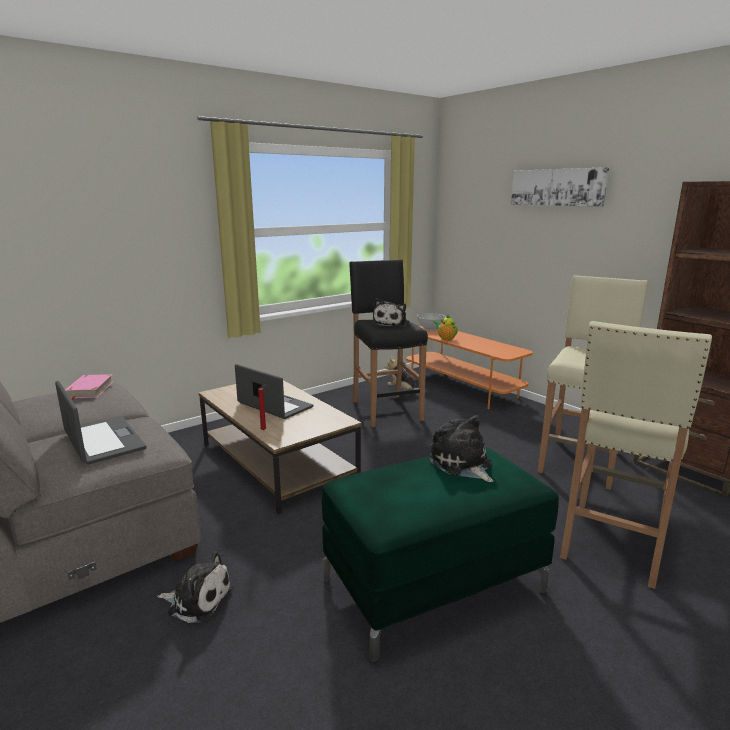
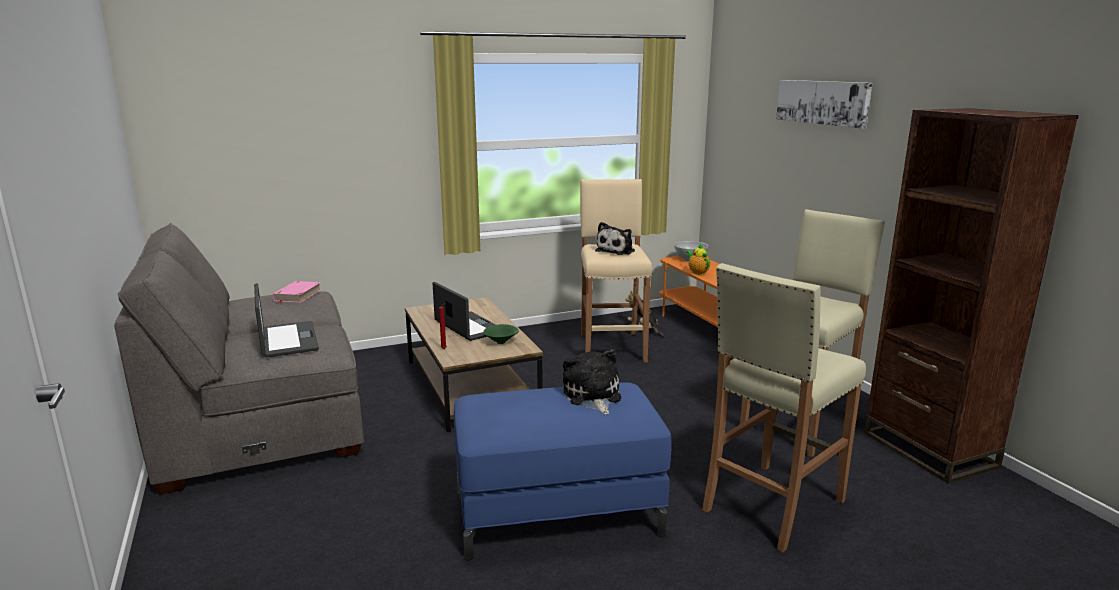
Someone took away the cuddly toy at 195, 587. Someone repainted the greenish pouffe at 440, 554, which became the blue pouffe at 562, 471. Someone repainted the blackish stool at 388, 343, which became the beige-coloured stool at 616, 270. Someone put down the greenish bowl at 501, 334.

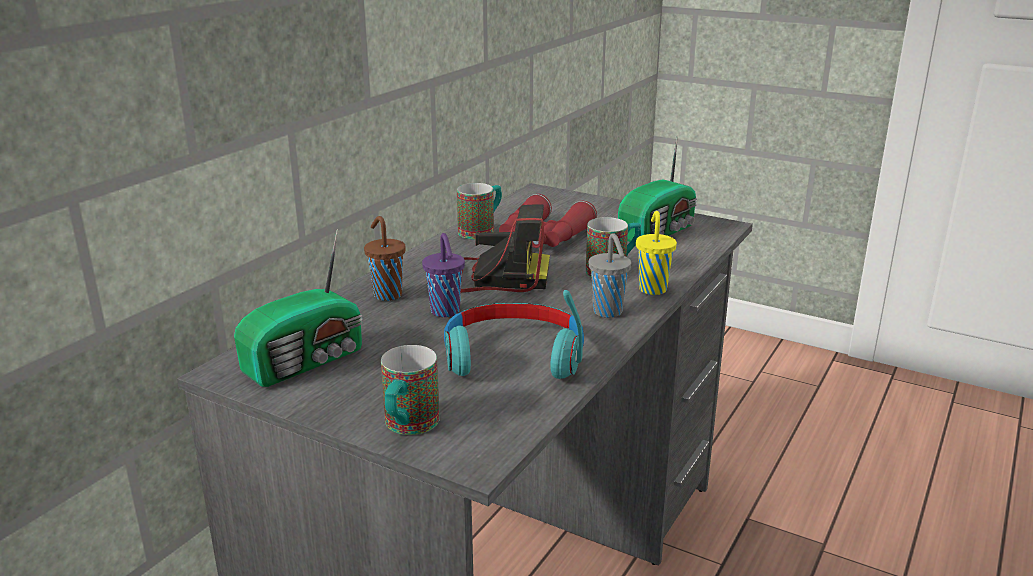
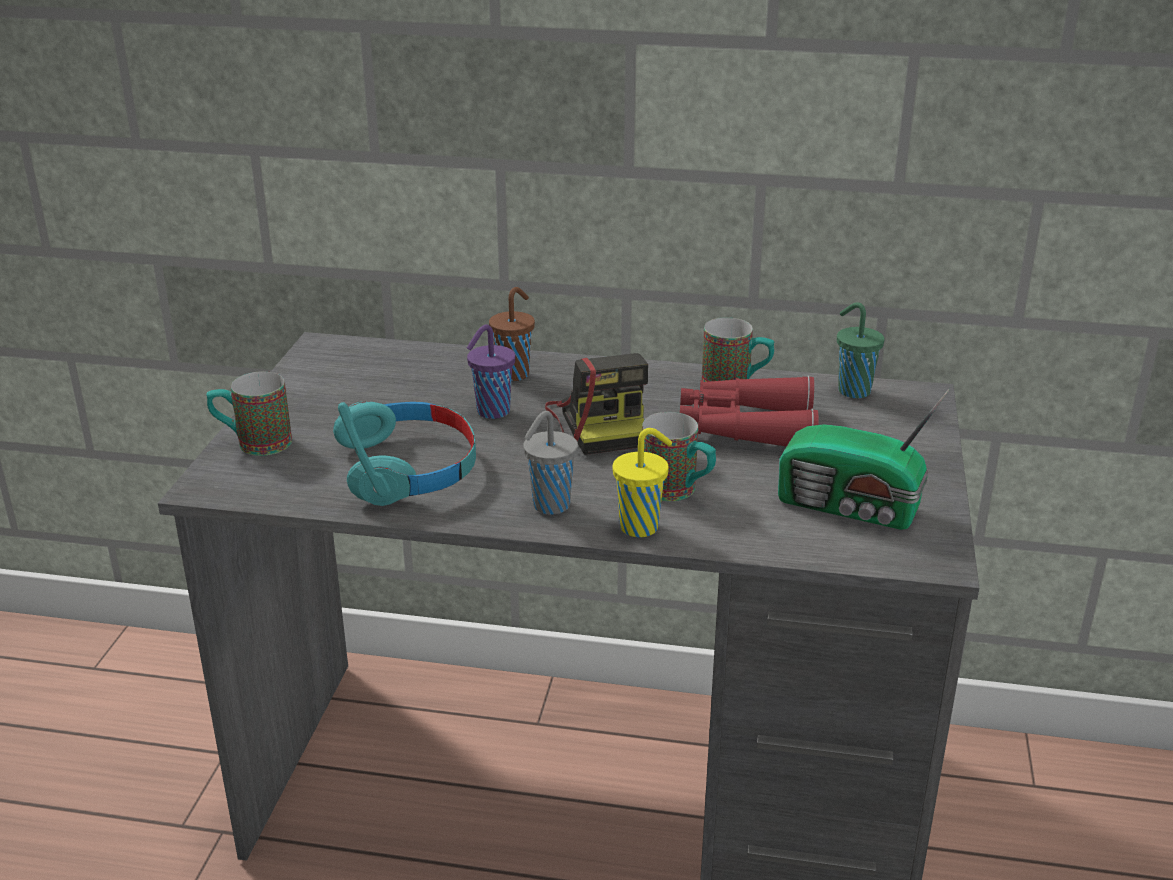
Someone took away the radio at 298, 308. Someone put down the greenish cup at 861, 350.

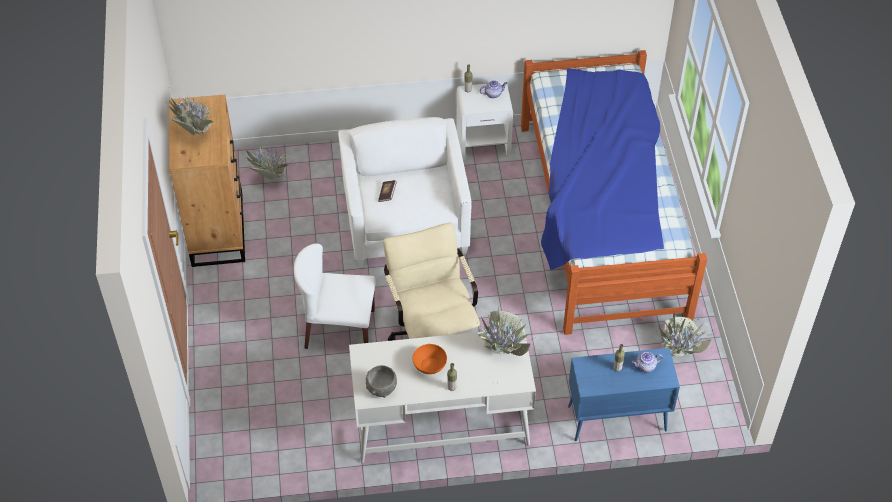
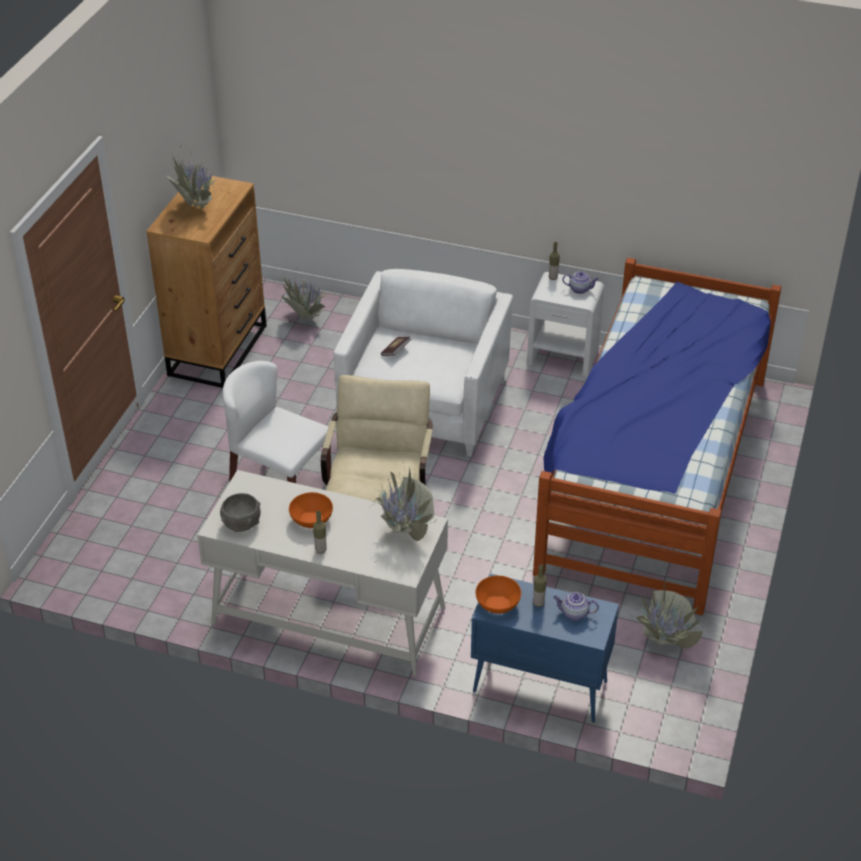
Someone put down the orangey bowl at 498, 594.

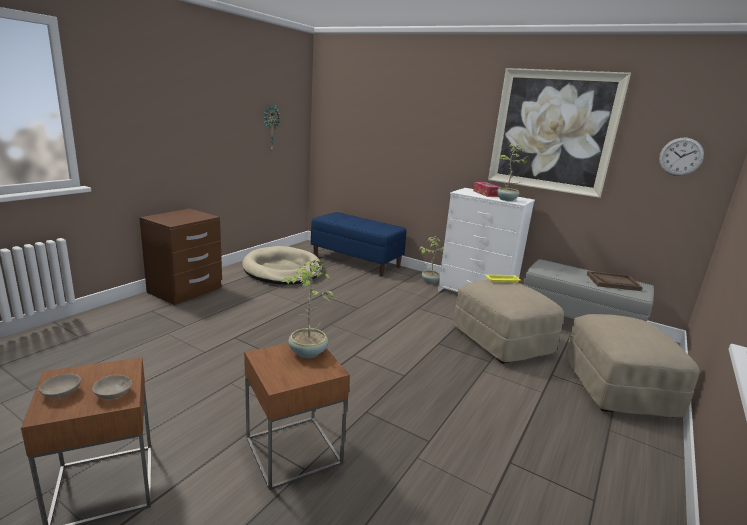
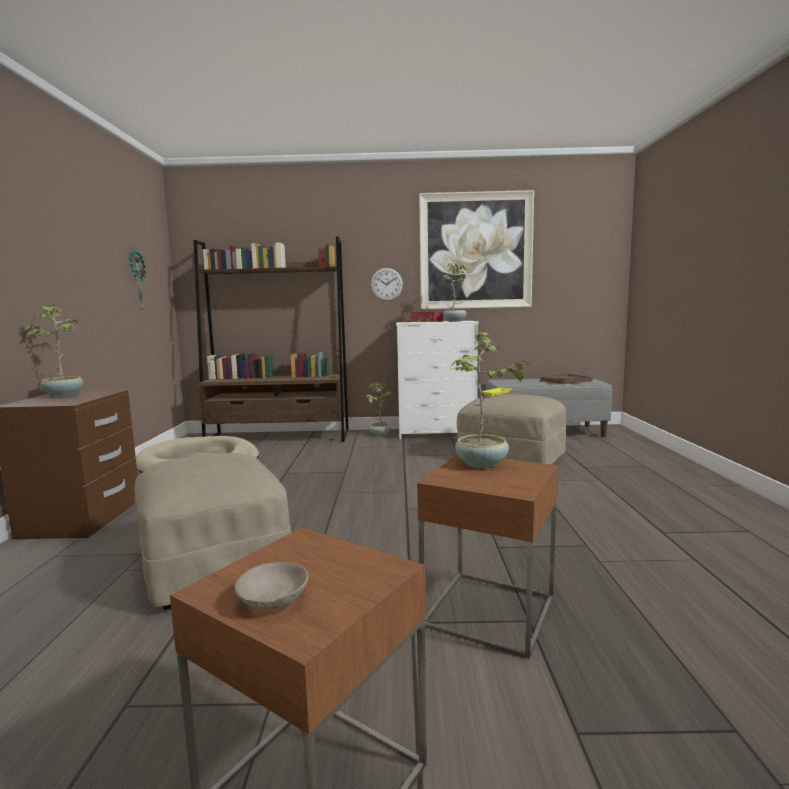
Someone took away the beige-coloured bowl at 112, 387. Someone swapped the blue long seat at 358, 244 for the brown-coloured bookcase at 271, 339. Someone carried the beige-coloured pouffe from 632, 366 to 212, 531. Someone carried the wall clock from 681, 157 to 386, 284. Someone put down the houseplant at 52, 351.

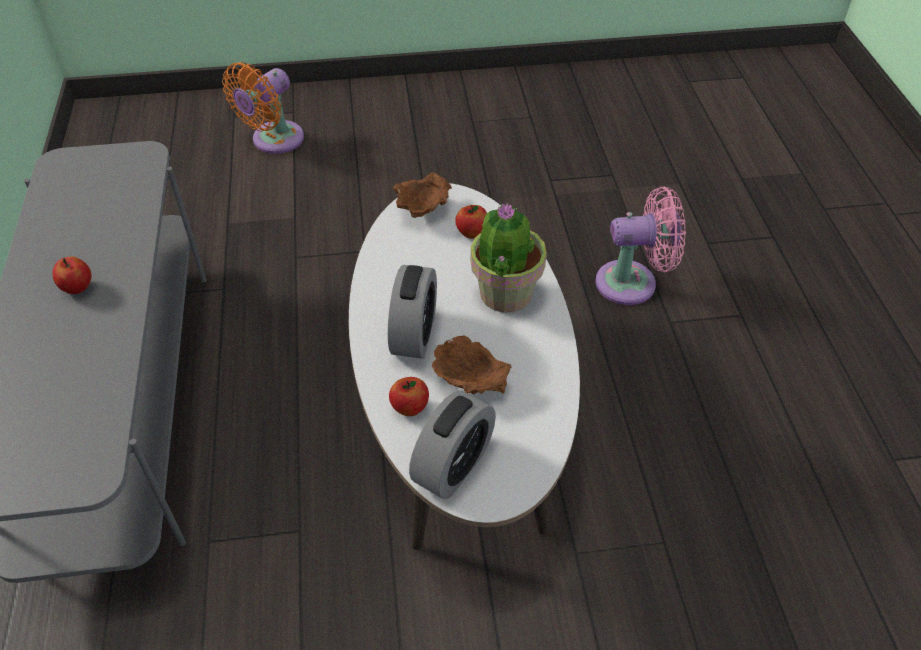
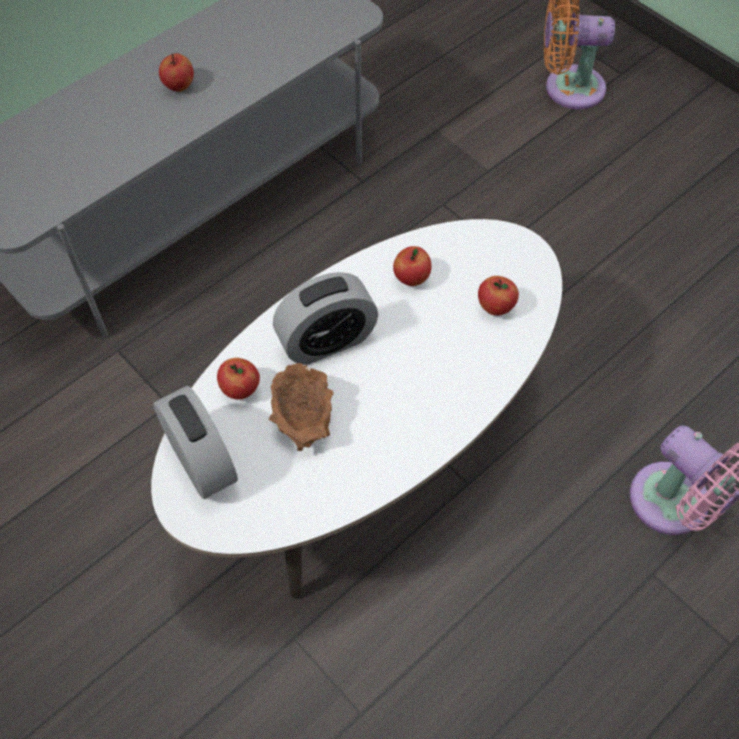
Someone took away the brown-coloured bowl at 422, 195. Someone rotated the bedside clock at 452, 444 by 120 degrees counterclockwise. Someone took away the houseplant at 509, 258. Someone put down the apple fruit at 412, 266.

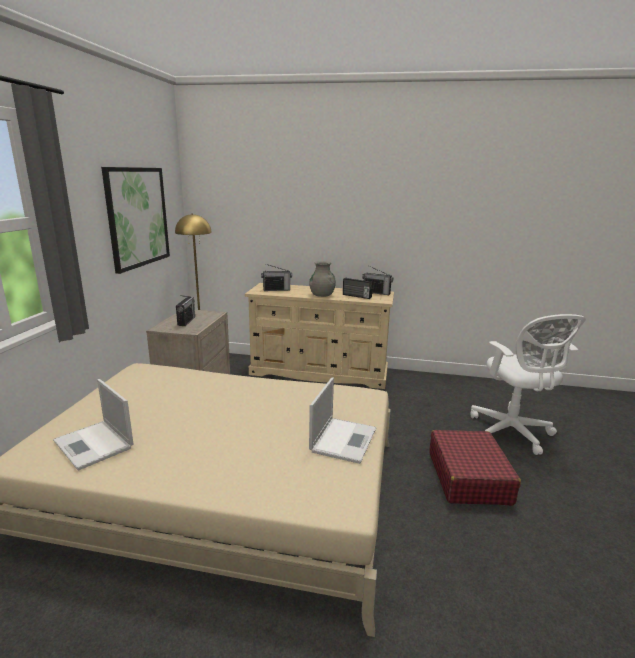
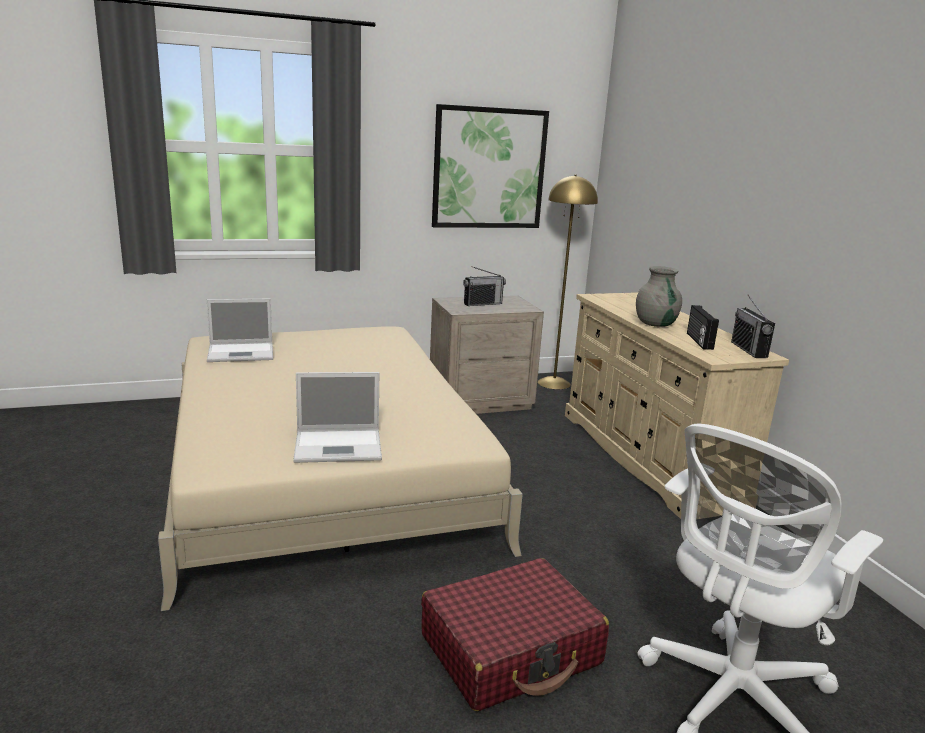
Someone rotated the portable computer at 93, 424 by 120 degrees counterclockwise. Someone took away the radio at 276, 277.

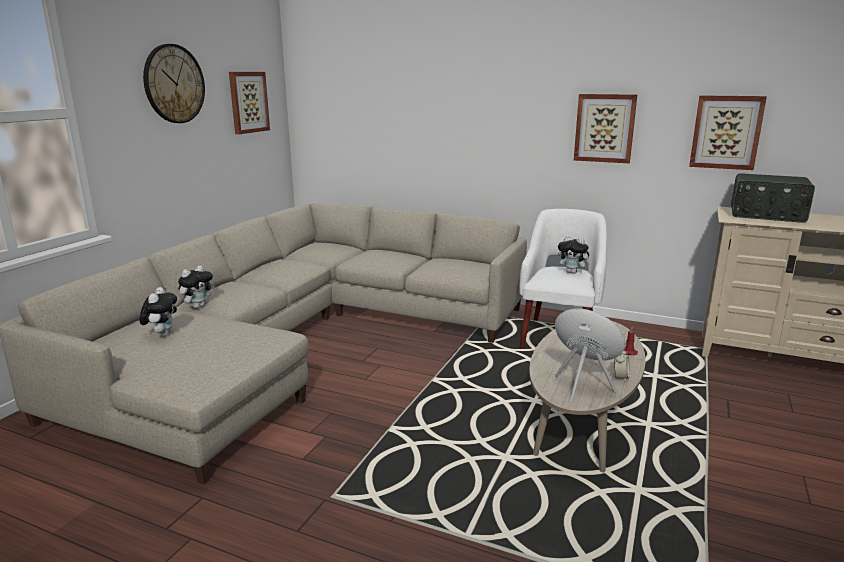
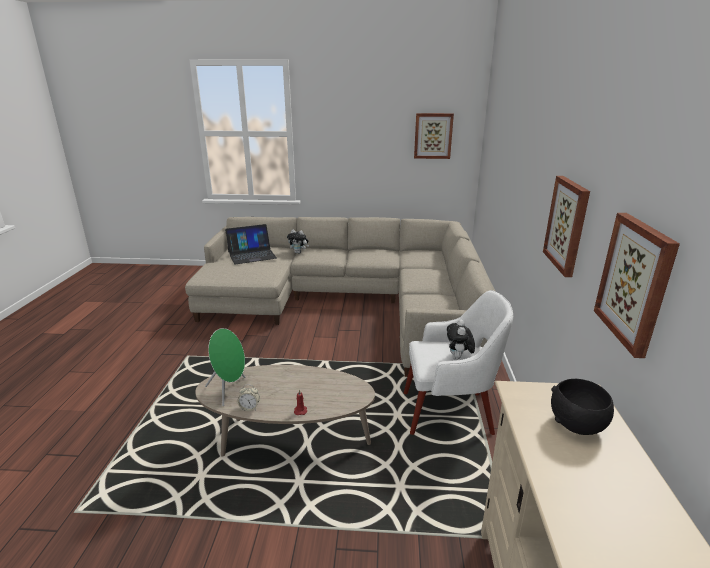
Someone swapped the cuddly toy at 158, 312 for the portable computer at 251, 244. Someone took away the wall clock at 174, 83. Someone swapped the radio at 773, 198 for the blackish bowl at 582, 407.

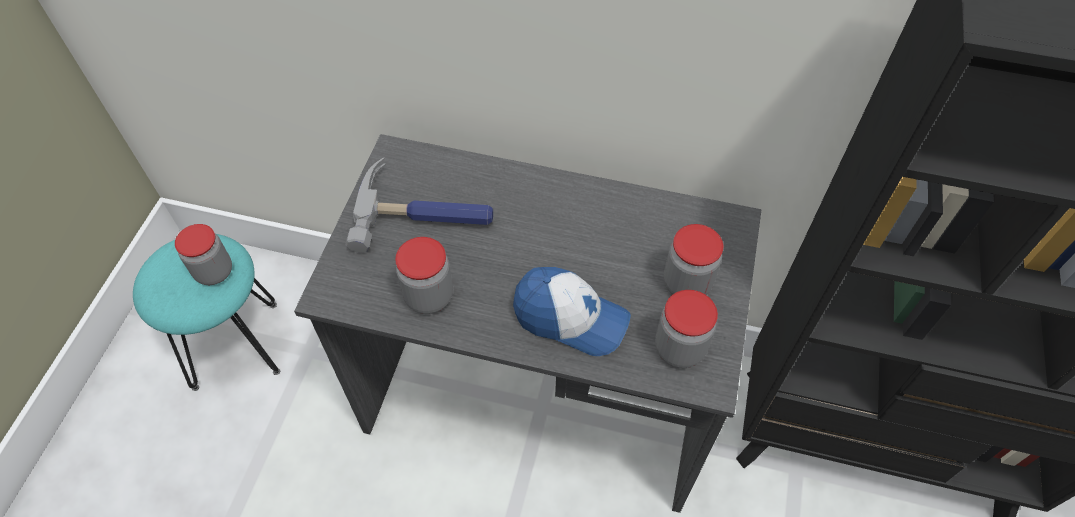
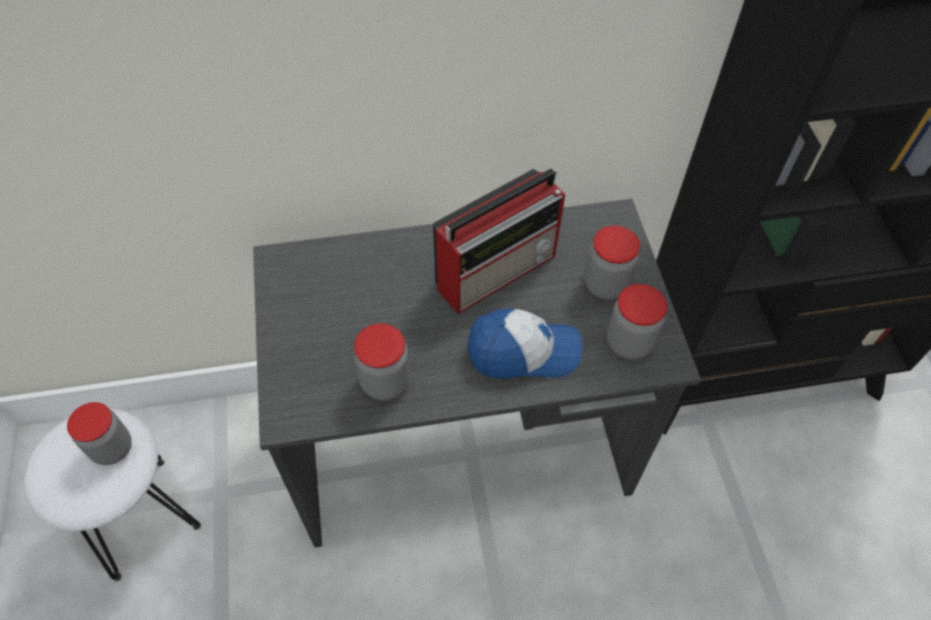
Someone repainted the blue-green stool at 206, 312, which became the white-coloured stool at 112, 495. Someone took away the hammer at 419, 205. Someone put down the radio at 499, 241.

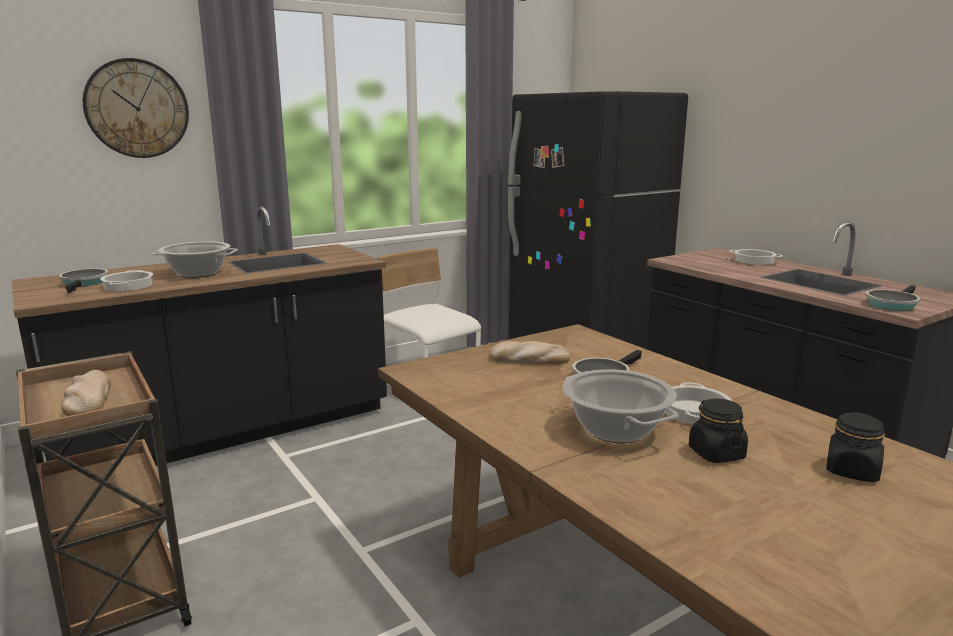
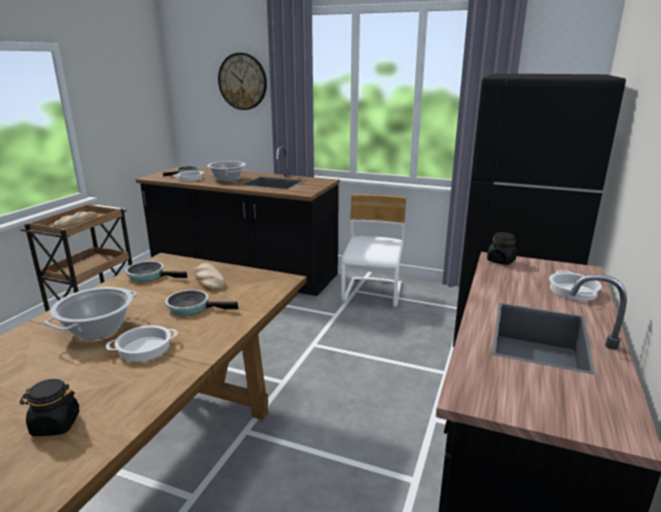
Someone carried the blackish jar from 718, 430 to 502, 248. Someone carried the skillet from 892, 298 to 156, 271.

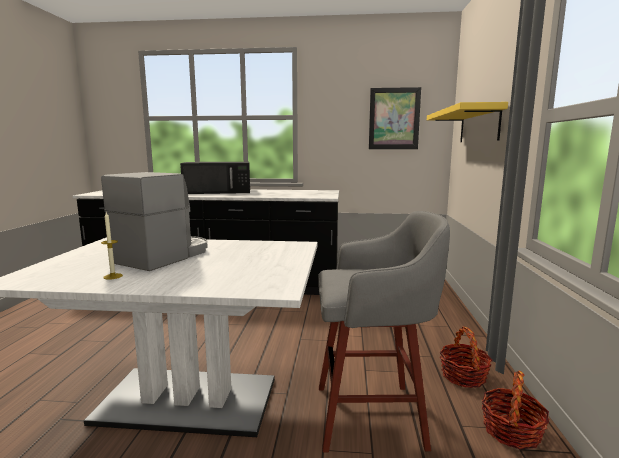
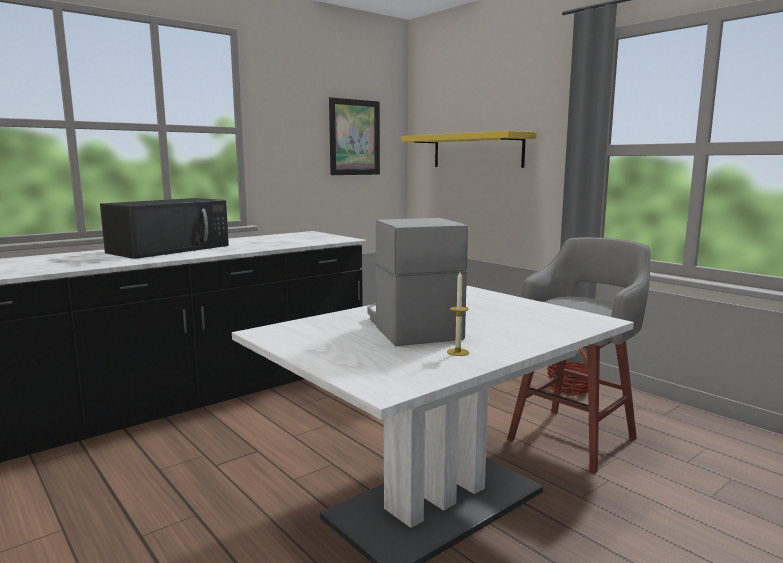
Someone took away the household basket at 515, 410.

